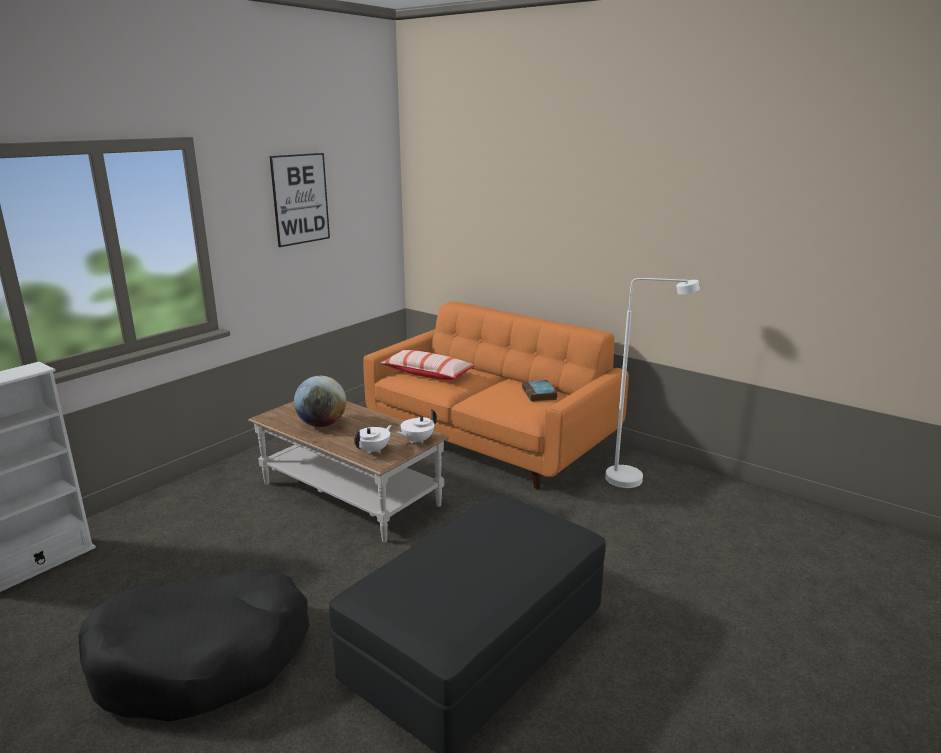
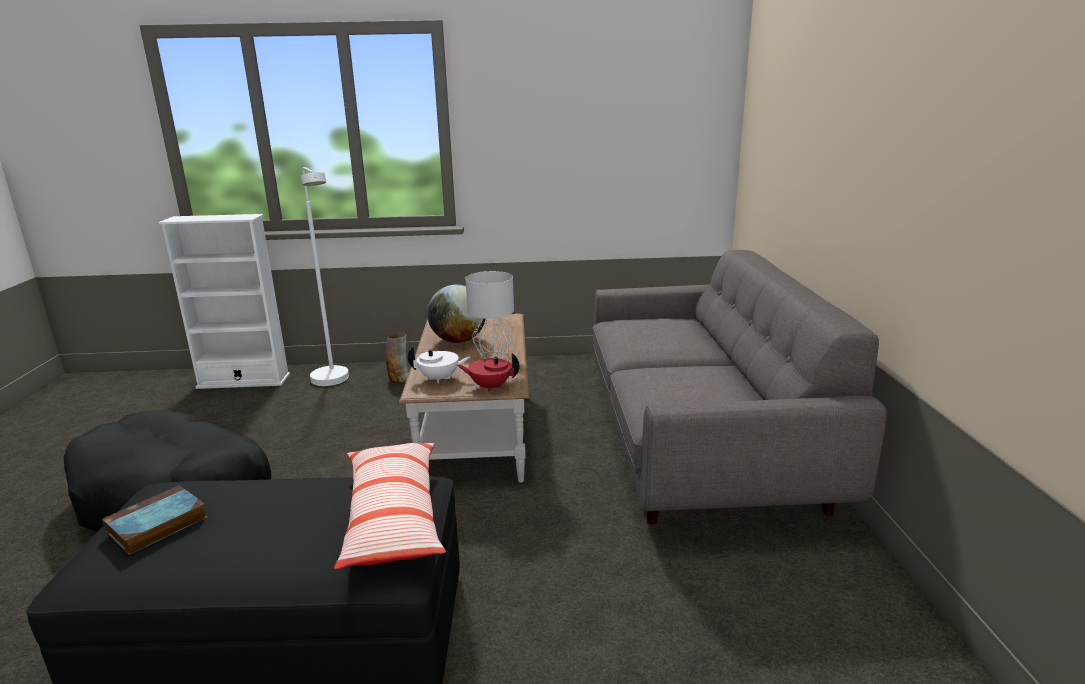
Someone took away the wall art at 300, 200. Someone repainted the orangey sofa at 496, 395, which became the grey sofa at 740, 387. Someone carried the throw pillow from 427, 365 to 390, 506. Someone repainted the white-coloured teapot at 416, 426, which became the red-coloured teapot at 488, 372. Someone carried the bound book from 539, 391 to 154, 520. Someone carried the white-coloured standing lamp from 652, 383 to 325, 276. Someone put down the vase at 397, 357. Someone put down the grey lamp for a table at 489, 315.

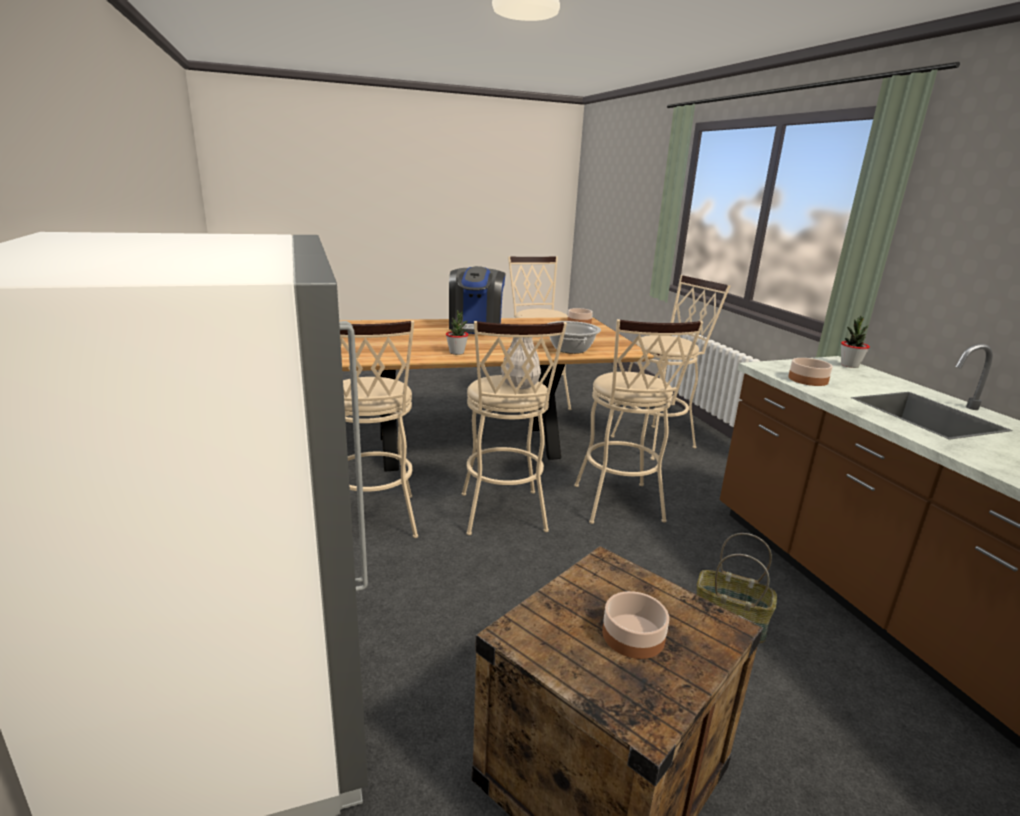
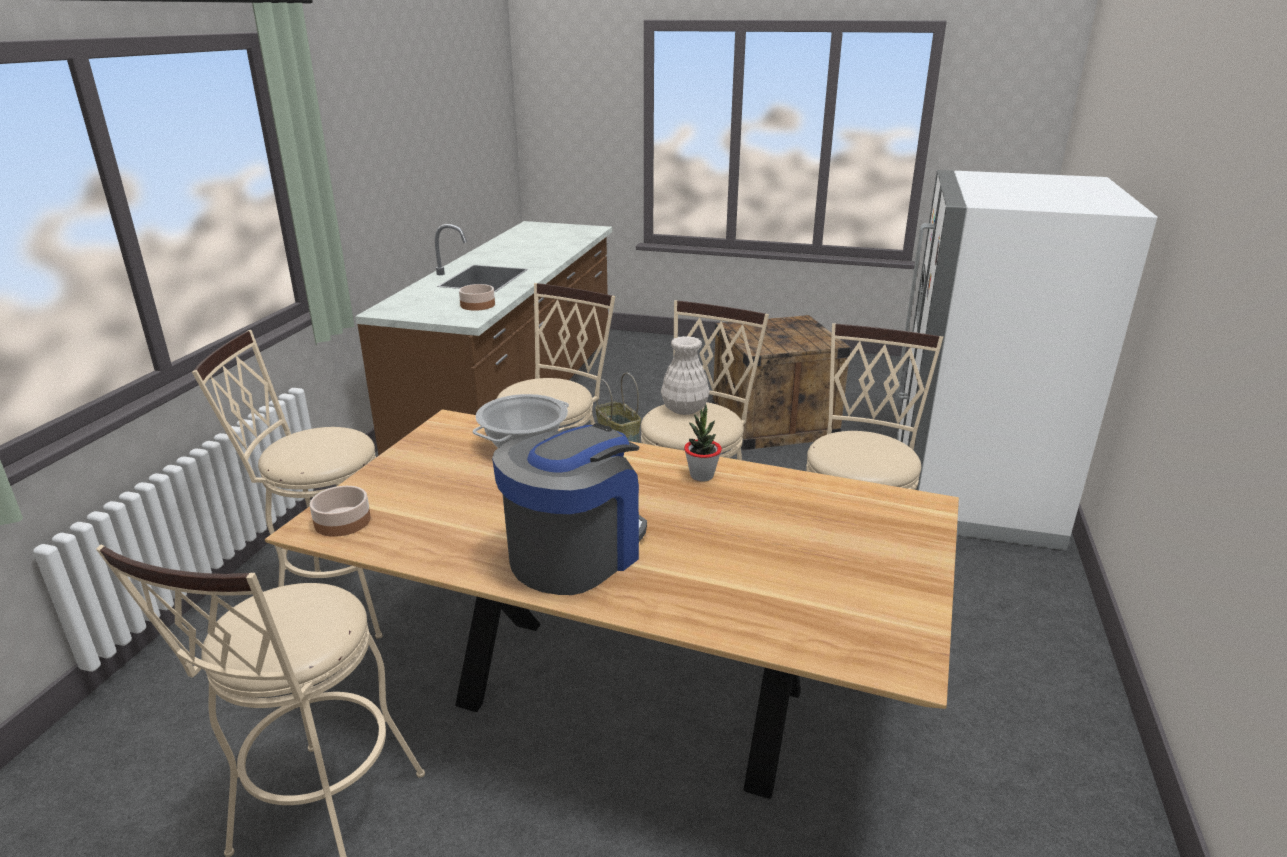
Someone took away the bowl at 635, 625. Someone took away the houseplant at 855, 342.

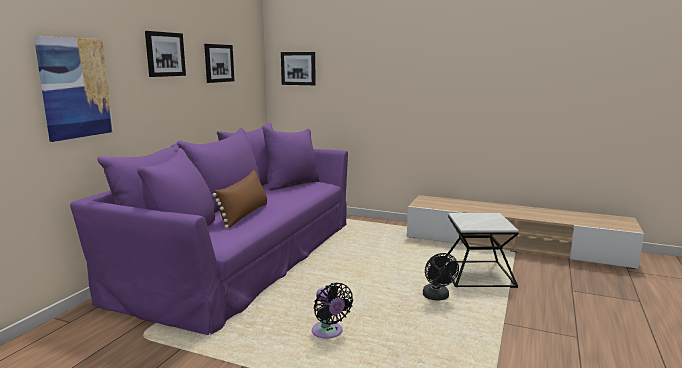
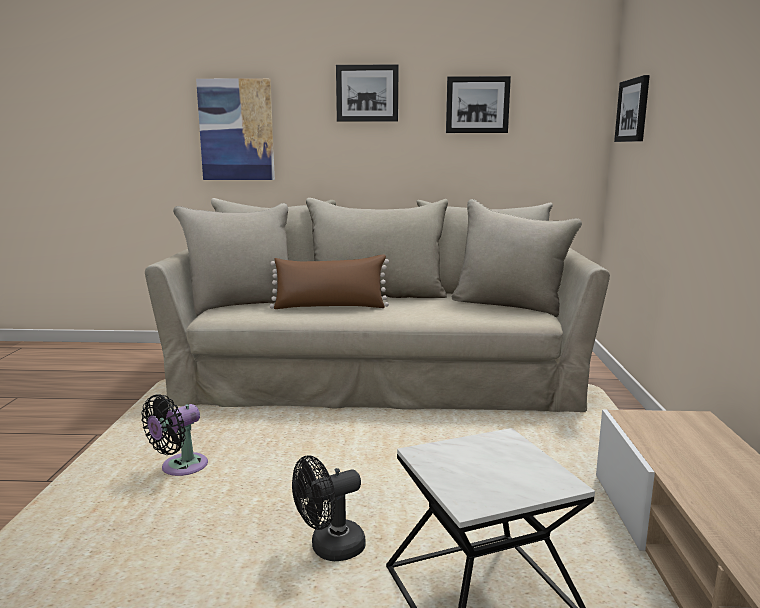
Someone repainted the purple-coloured sofa at 209, 228, which became the beige-coloured sofa at 377, 305.

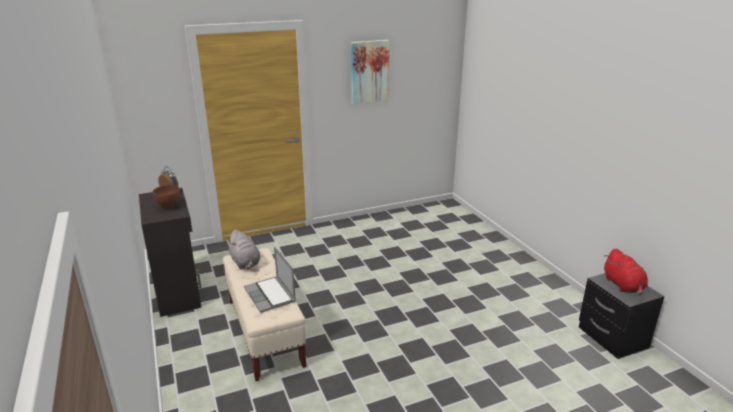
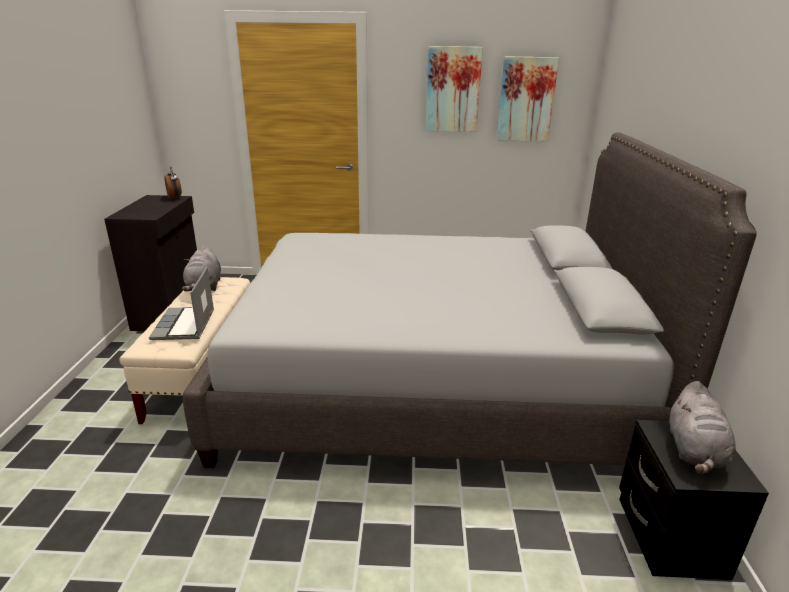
Someone took away the brown-coloured bowl at 166, 197. Someone repainted the red-coloured cuddly toy at 626, 272, which became the grey cuddly toy at 702, 427. Someone put down the grey sleeping bed at 470, 300. Someone put up the wall art at 528, 99.

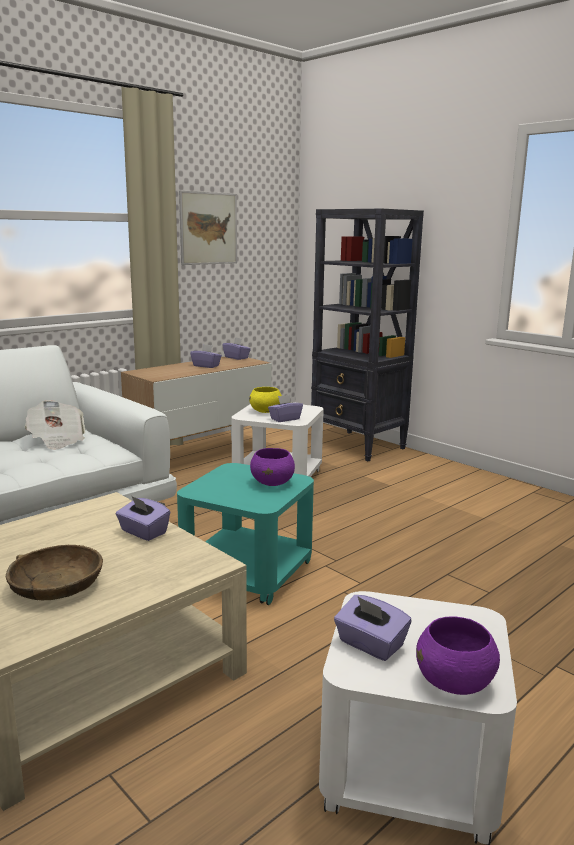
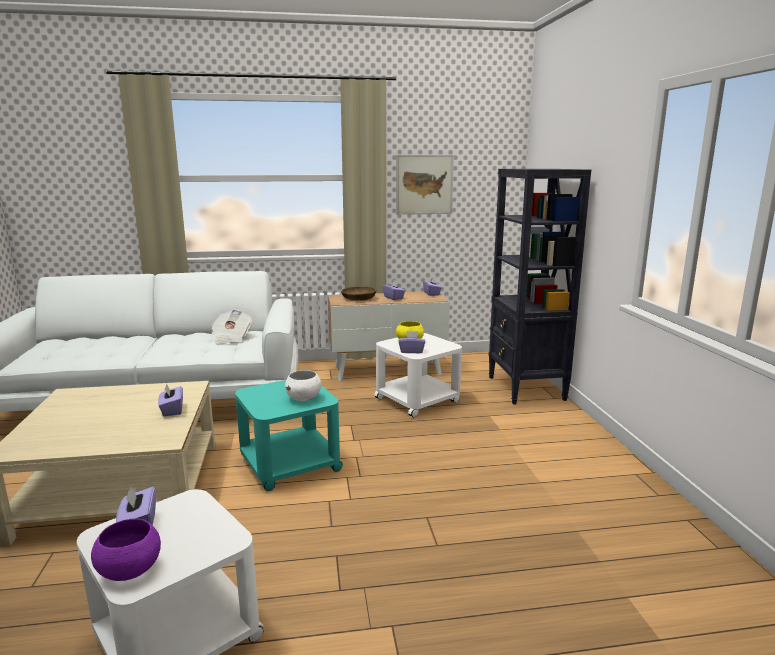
Someone carried the brown-coloured bowl from 54, 572 to 358, 293. Someone repainted the purple-coloured bowl at 272, 467, which became the white-coloured bowl at 303, 385.

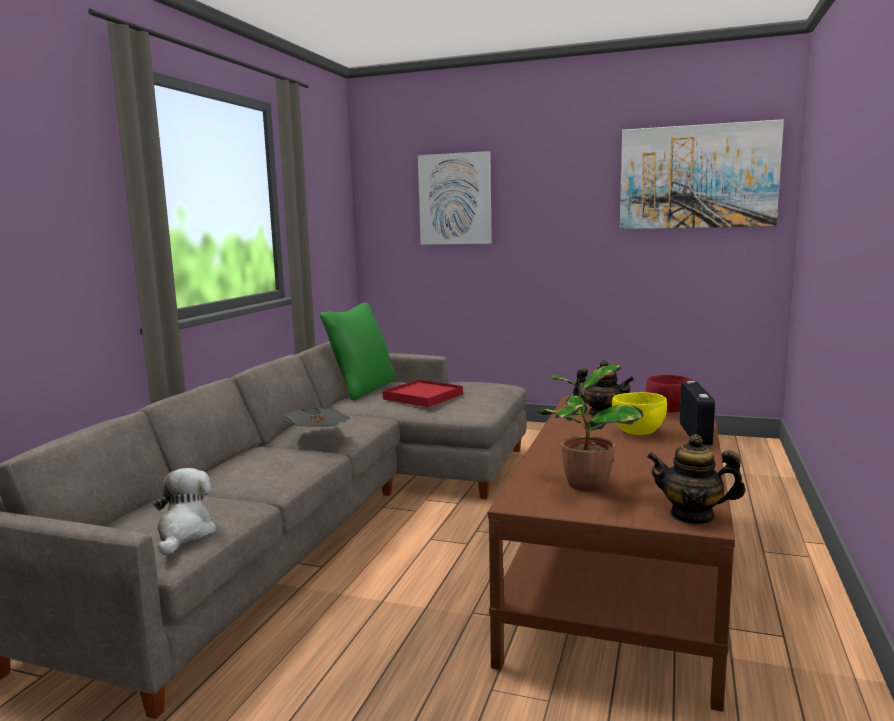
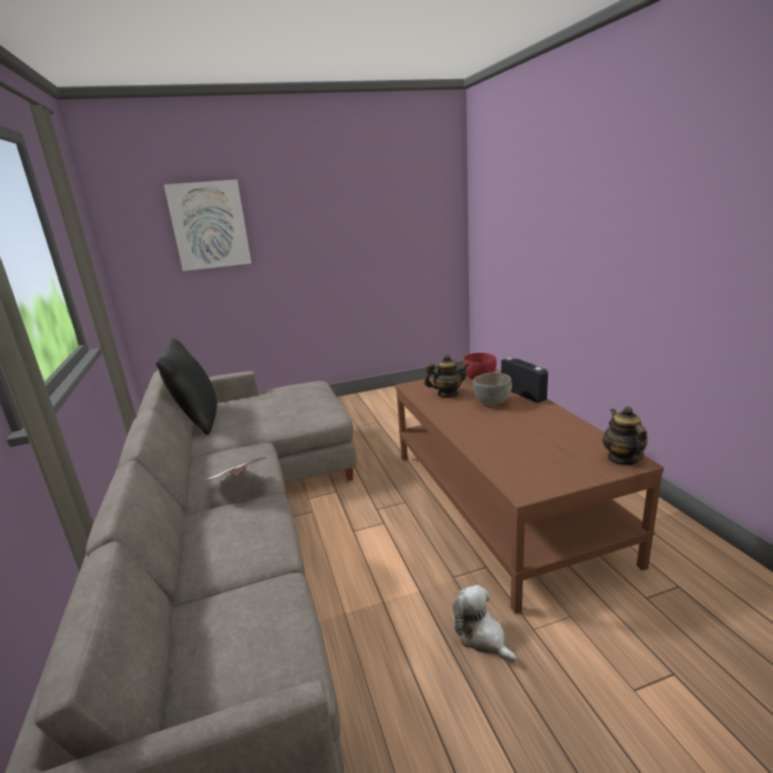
Someone carried the cuddly toy from 185, 511 to 484, 624. Someone repainted the greenish throw pillow at 357, 351, which became the blackish throw pillow at 186, 387. Someone took away the red-coloured carrying tray at 423, 393. Someone took away the houseplant at 588, 428. Someone repainted the yellowish bowl at 639, 413, which became the grey bowl at 492, 389. Someone took away the wall art at 702, 174. Someone rotated the teapot at 696, 479 by 105 degrees clockwise.

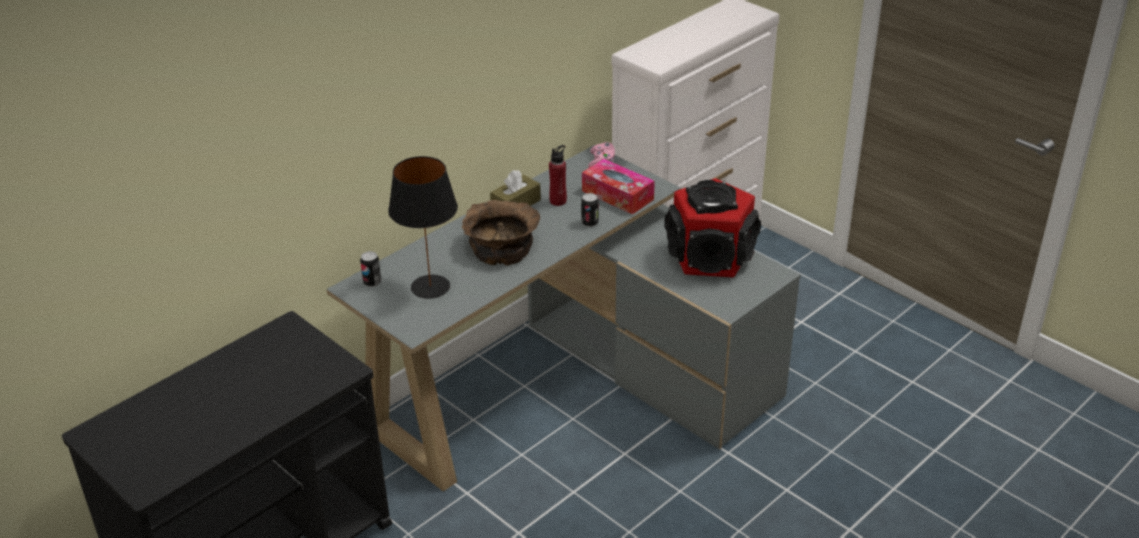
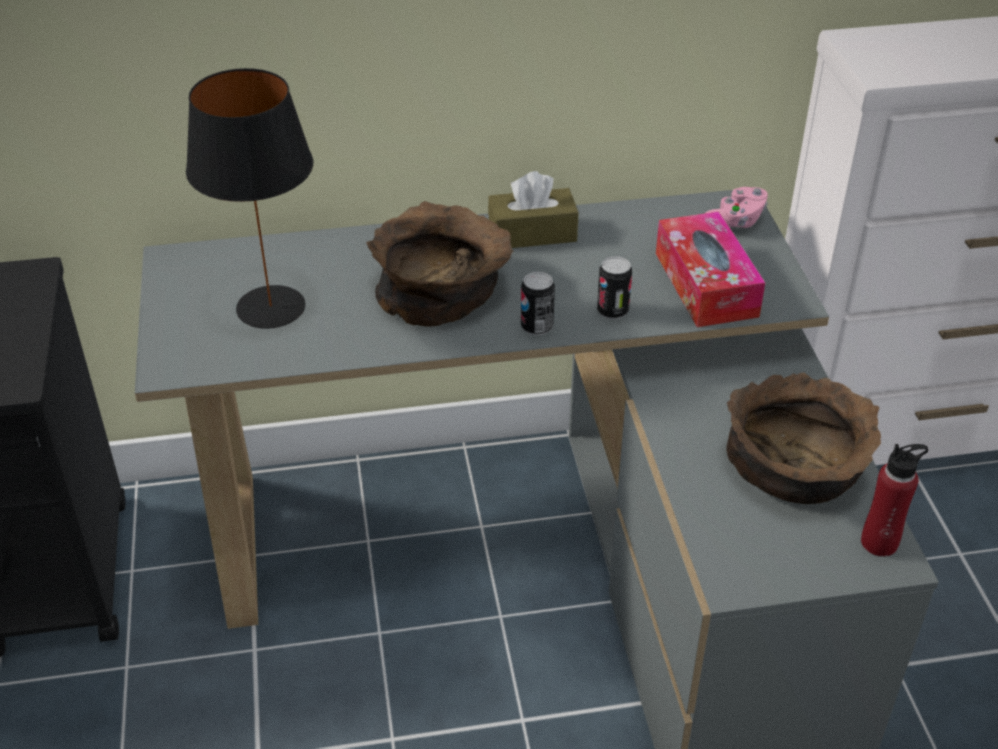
Someone carried the sealed can from 370, 269 to 538, 304. Someone carried the red-coloured drink bottle from 558, 175 to 894, 500. Someone swapped the speaker at 712, 227 for the brown-coloured bowl at 804, 438.

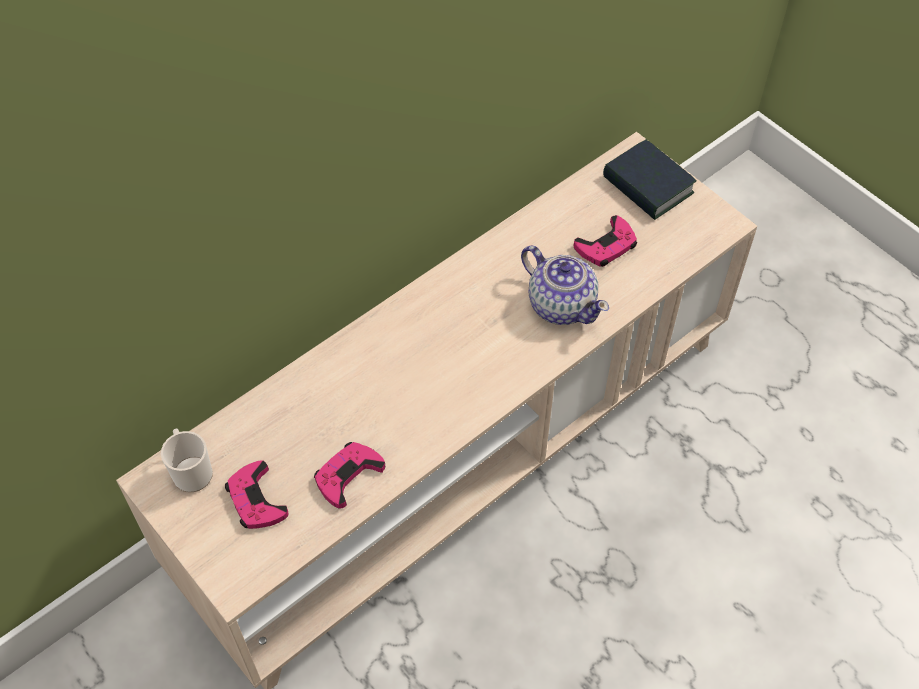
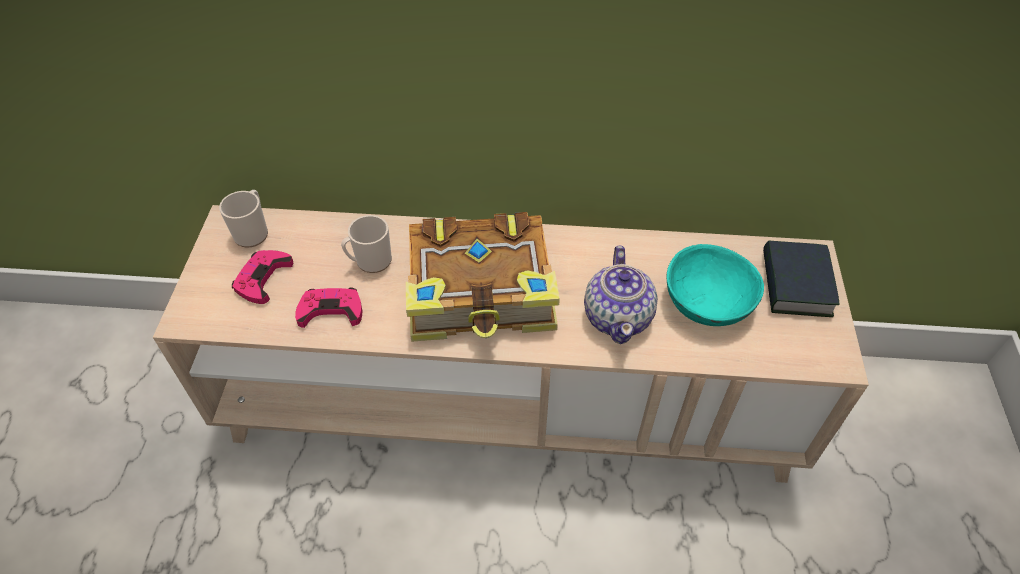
Someone swapped the pinkish joypad at 605, 241 for the blue-green bowl at 715, 285. Someone put down the tea mug at 366, 244. Someone put down the bound book at 483, 277.

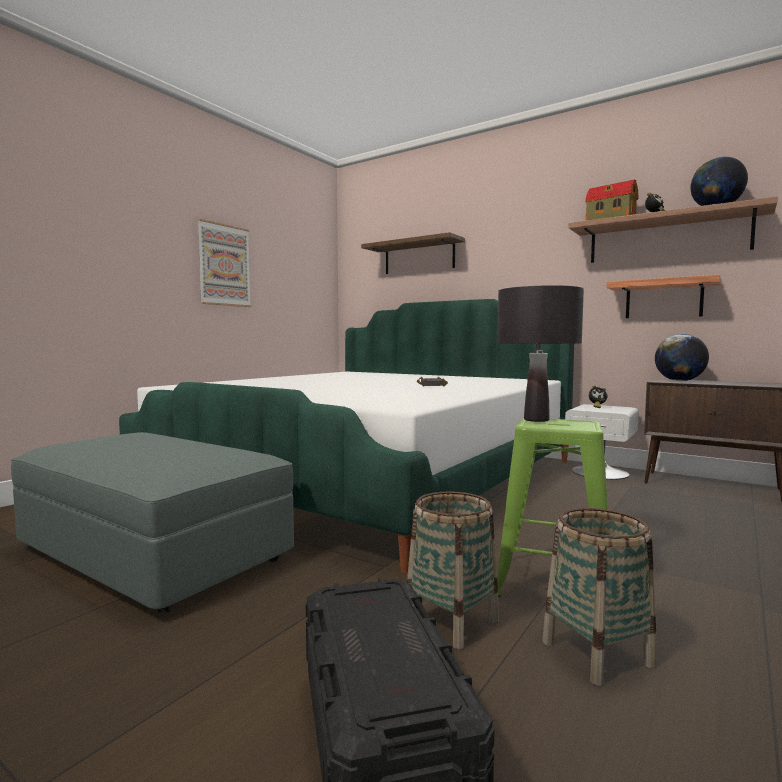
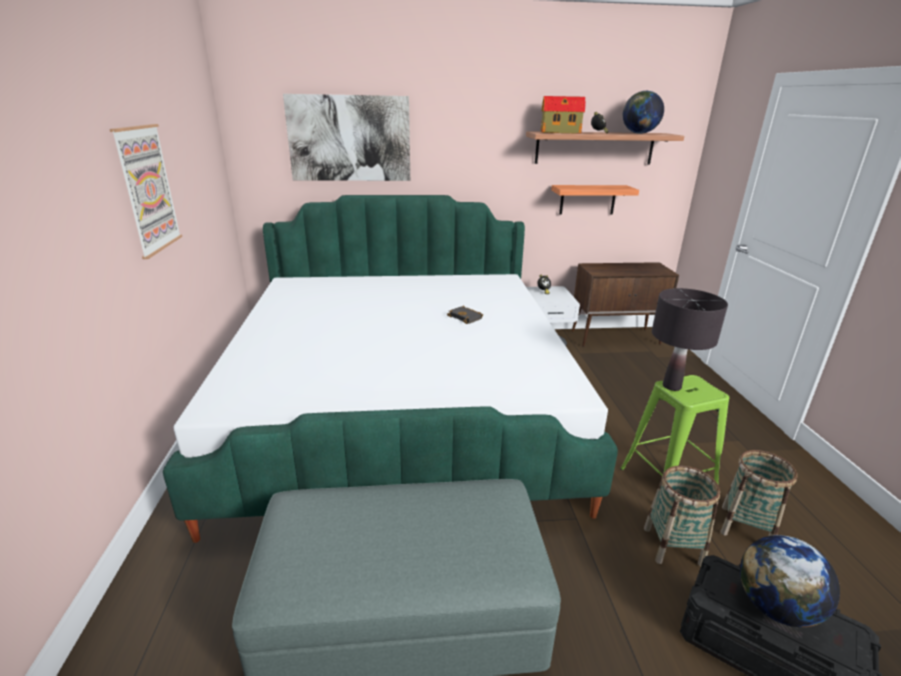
Someone swapped the wall shelf at 413, 253 for the wall art at 346, 137. Someone carried the desk globe from 682, 357 to 790, 581.

